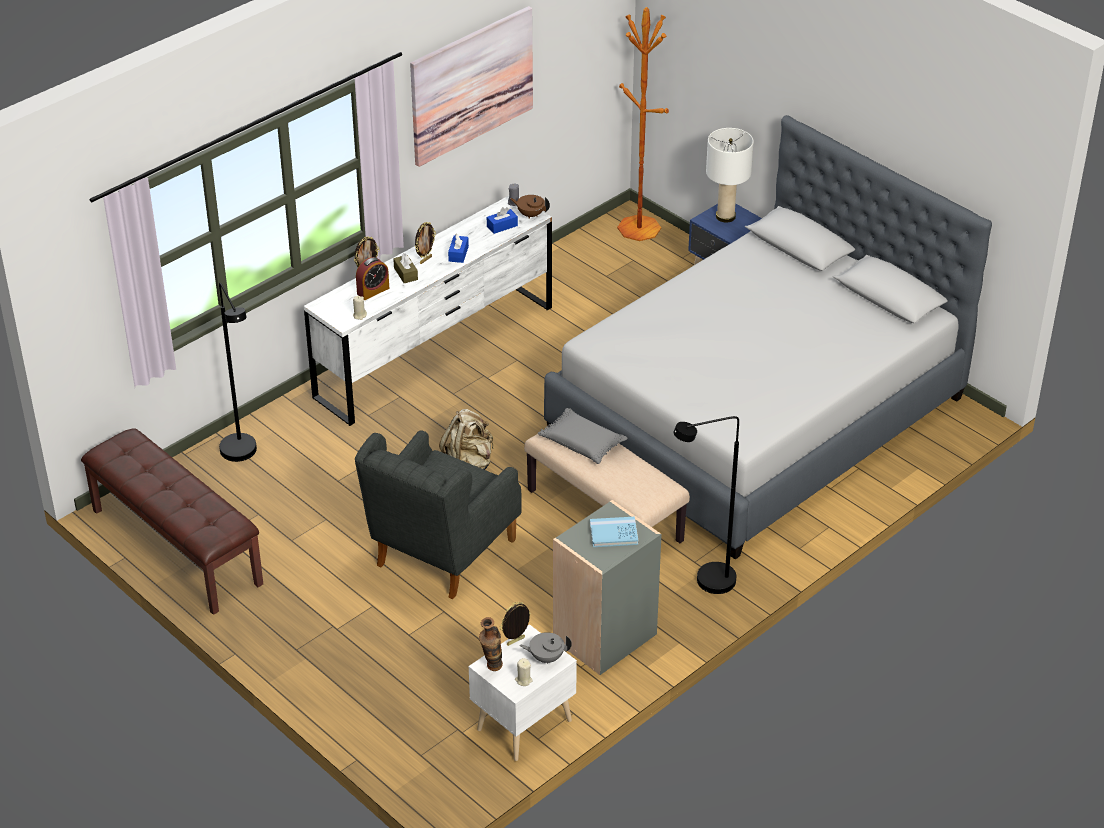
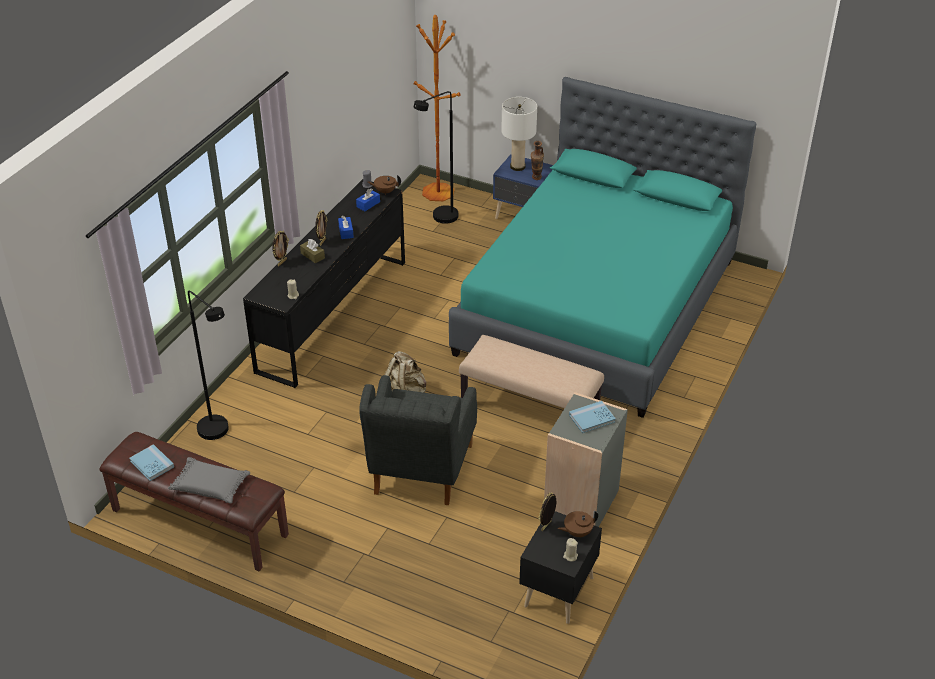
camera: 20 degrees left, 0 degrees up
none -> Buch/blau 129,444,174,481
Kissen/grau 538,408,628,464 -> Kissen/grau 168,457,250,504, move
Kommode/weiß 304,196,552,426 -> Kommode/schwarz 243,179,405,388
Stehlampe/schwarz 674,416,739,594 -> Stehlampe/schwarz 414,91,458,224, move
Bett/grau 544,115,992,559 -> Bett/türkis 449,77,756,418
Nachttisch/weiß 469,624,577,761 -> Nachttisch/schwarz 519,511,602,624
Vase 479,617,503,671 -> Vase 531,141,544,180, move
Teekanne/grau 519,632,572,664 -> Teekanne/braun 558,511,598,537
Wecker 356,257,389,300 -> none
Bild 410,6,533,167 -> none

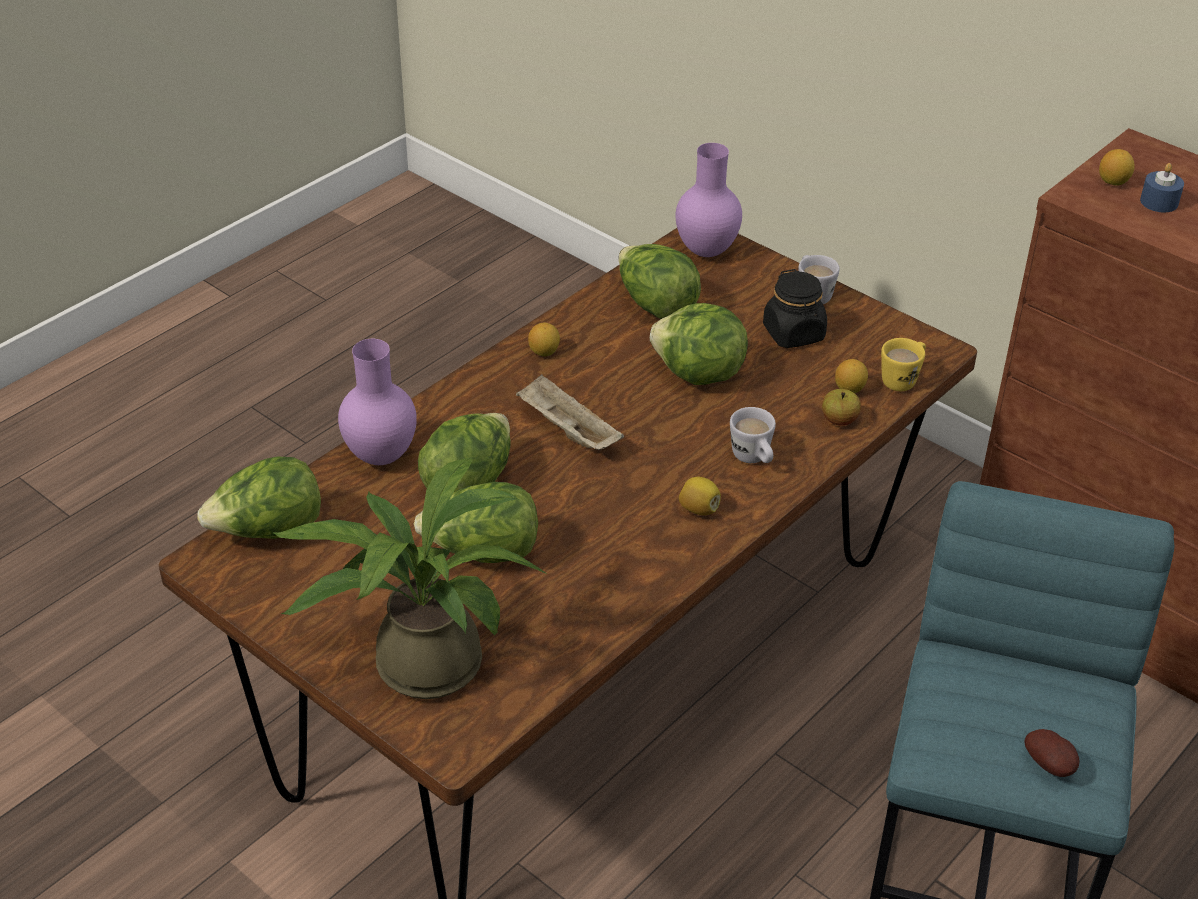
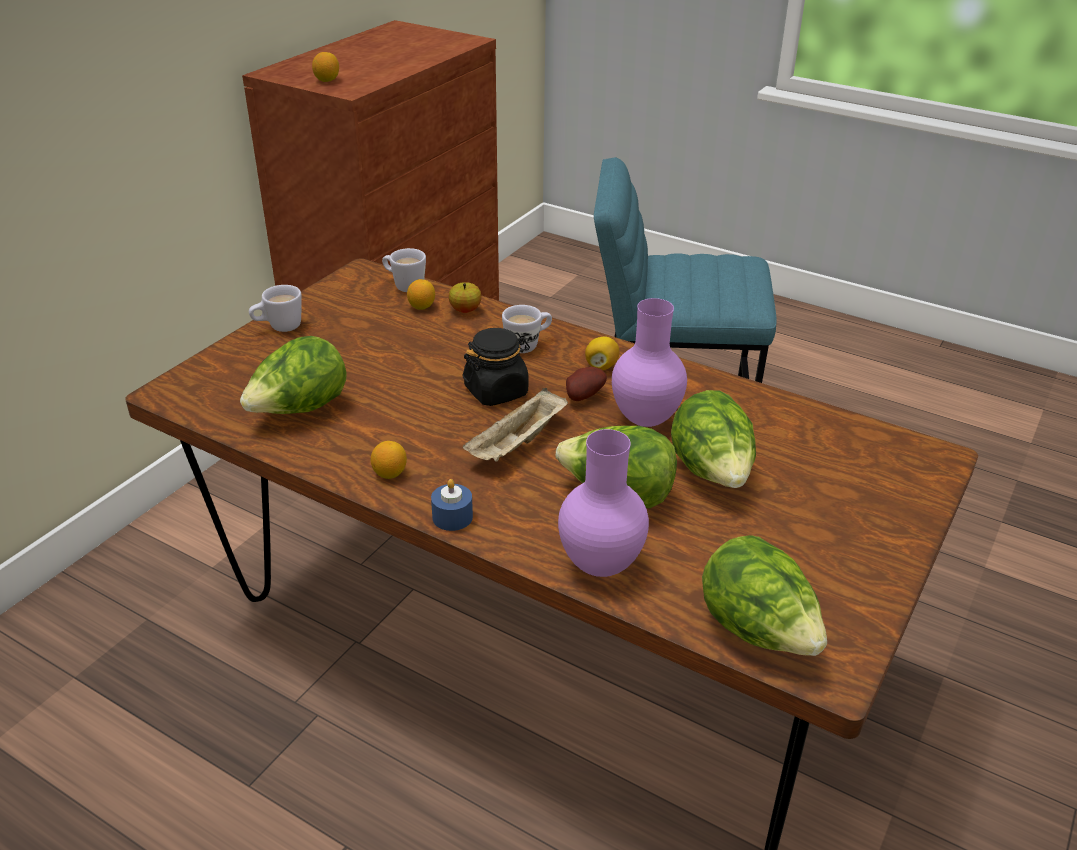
camera: 100 degrees left, 5 degrees down
Henkelbecher/gelb 881,338,926,391 -> Henkelbecher/weiß 382,248,426,292
Kerze/blau 1140,163,1184,212 -> Kerze/blau 431,479,473,531, move
Vorratsglas/schwarz 763,269,827,348 -> Vorratsglas/schwarz 463,328,530,406, move
Kartoffel 1025,729,1079,777 -> Kartoffel 566,367,607,401, move
Vase/lila 676,143,742,257 -> Vase/lila 612,298,687,427, move
Topfpflanze 273,457,548,699 -> none
Salatkopf 650,303,748,385 -> none

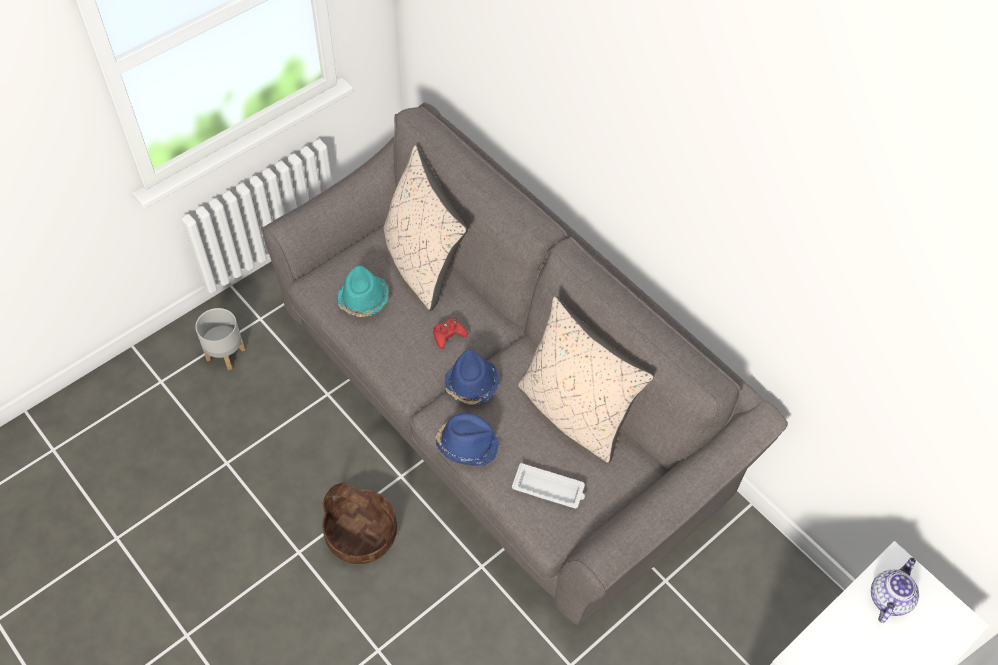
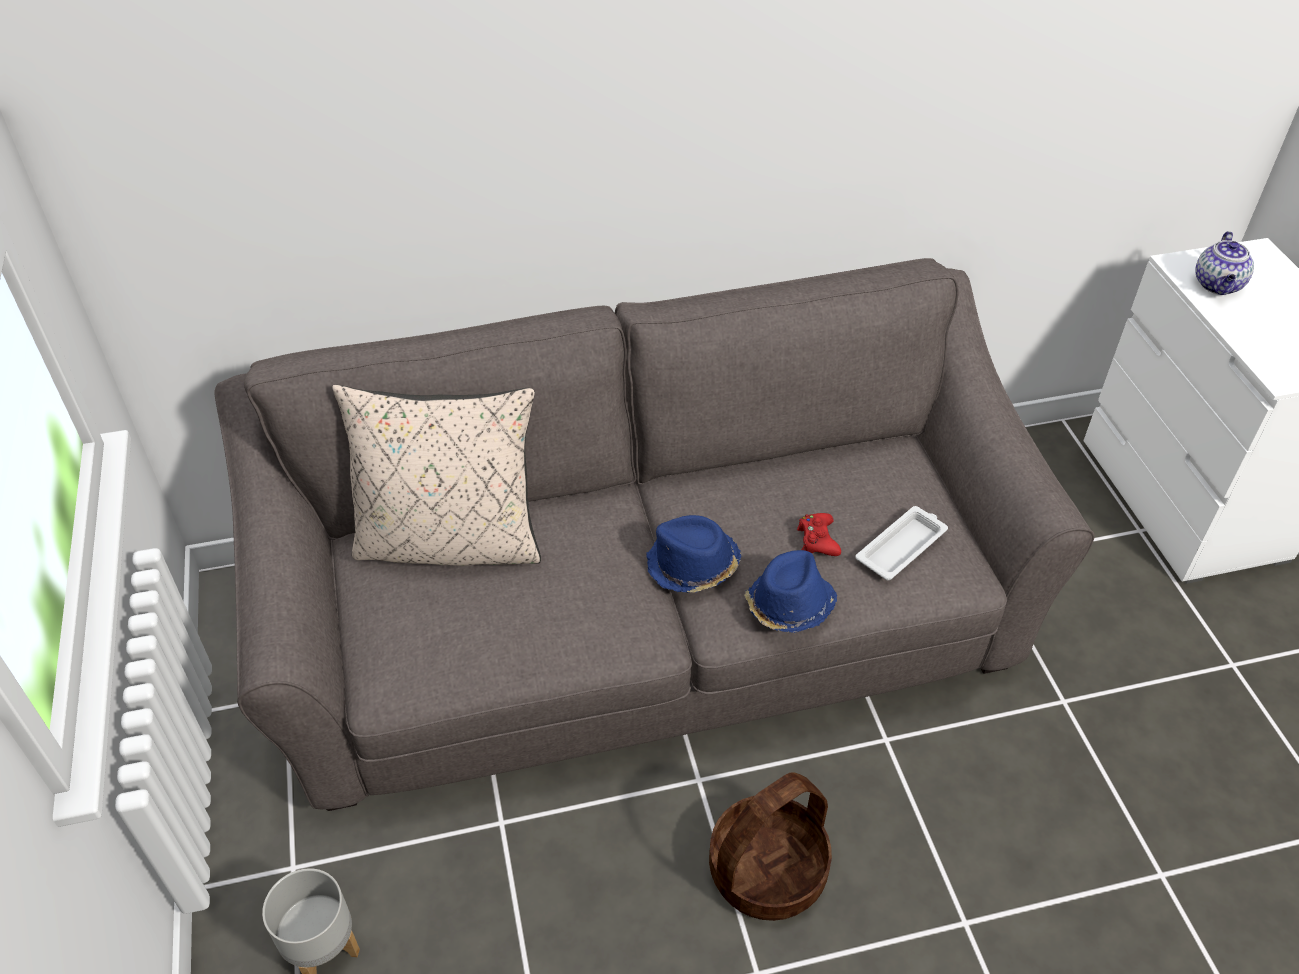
camera: 60 degrees left, 10 degrees down
Gamepad/rot 433,318,468,349 -> Gamepad/rot 797,513,841,556, move
Teekanne 871,557,919,623 -> Teekanne 1195,231,1254,295, 135 degrees counterclockwise
Hut/türkis 338,266,389,317 -> none
Kissen/beige 518,297,654,463 -> none

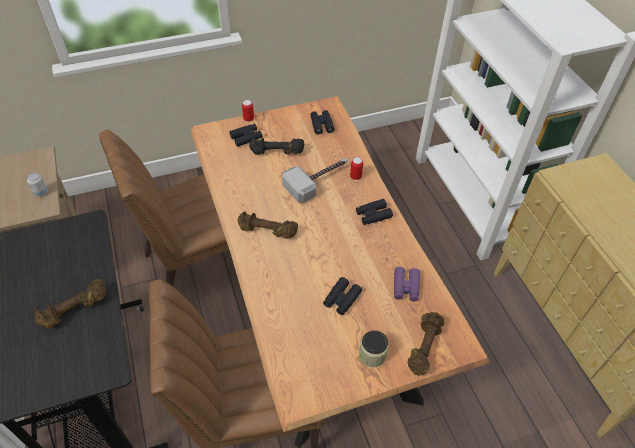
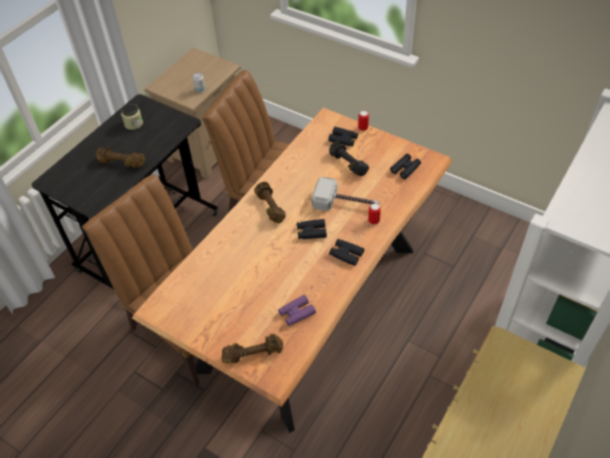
camera: 55 degrees right, 0 degrees up
Vorratsglas 359,330,389,367 -> Vorratsglas 121,103,143,130, move
Fernglas/schwarz 323,277,362,315 -> Fernglas/schwarz 297,219,327,239, move

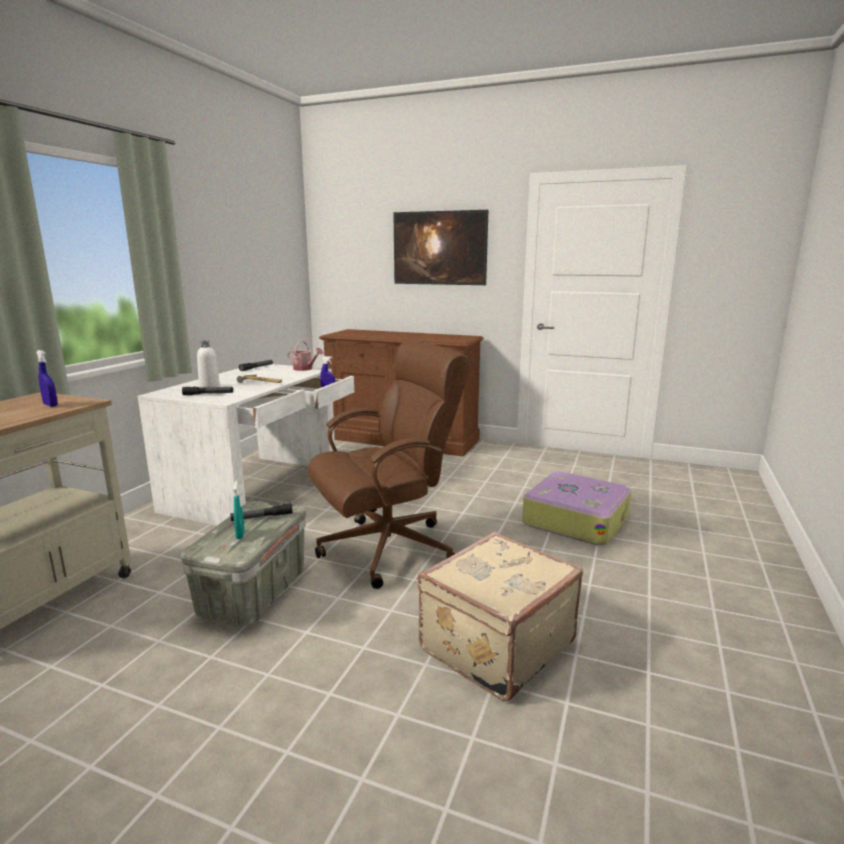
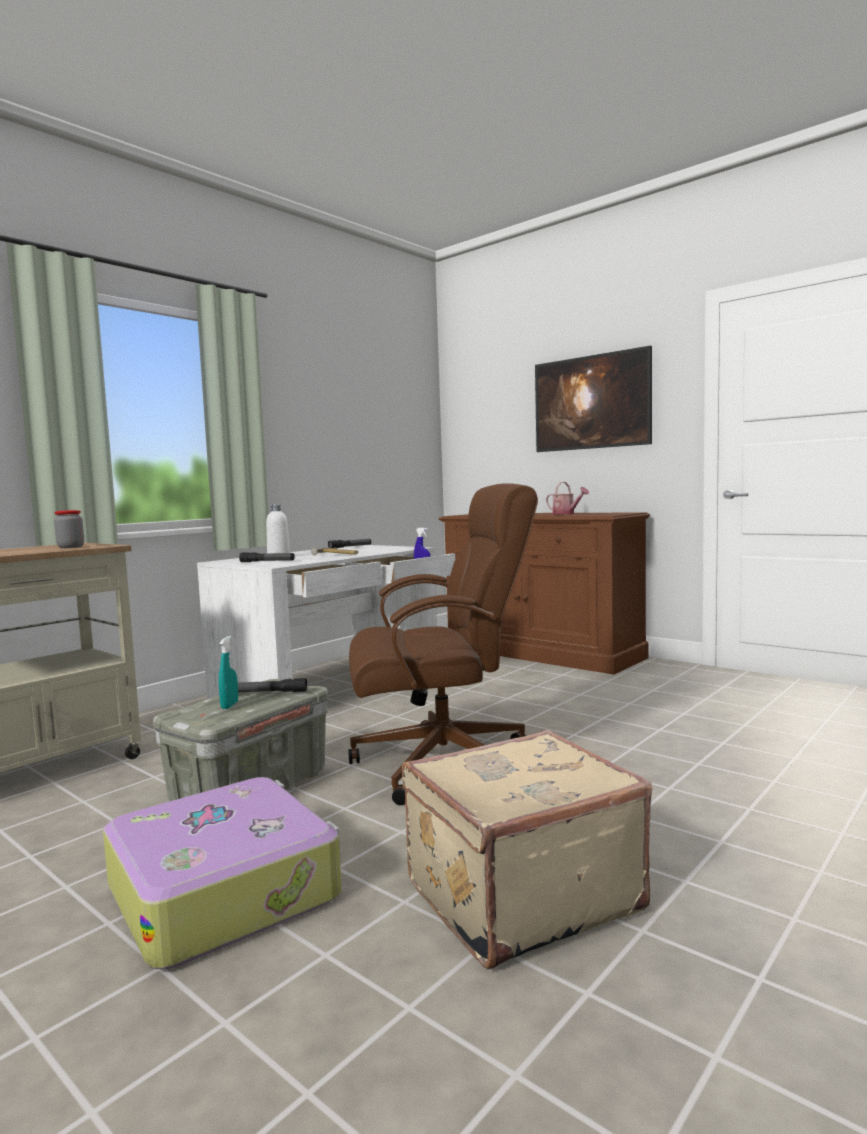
camera: 20 degrees right, 10 degrees down
Sprühflasche/blau 36,350,58,407 -> Vorratsglas 54,510,84,548
Koffer 522,471,632,546 -> Koffer 103,777,342,969, move
Gießkanne 287,341,324,371 -> Gießkanne 546,482,589,515, move

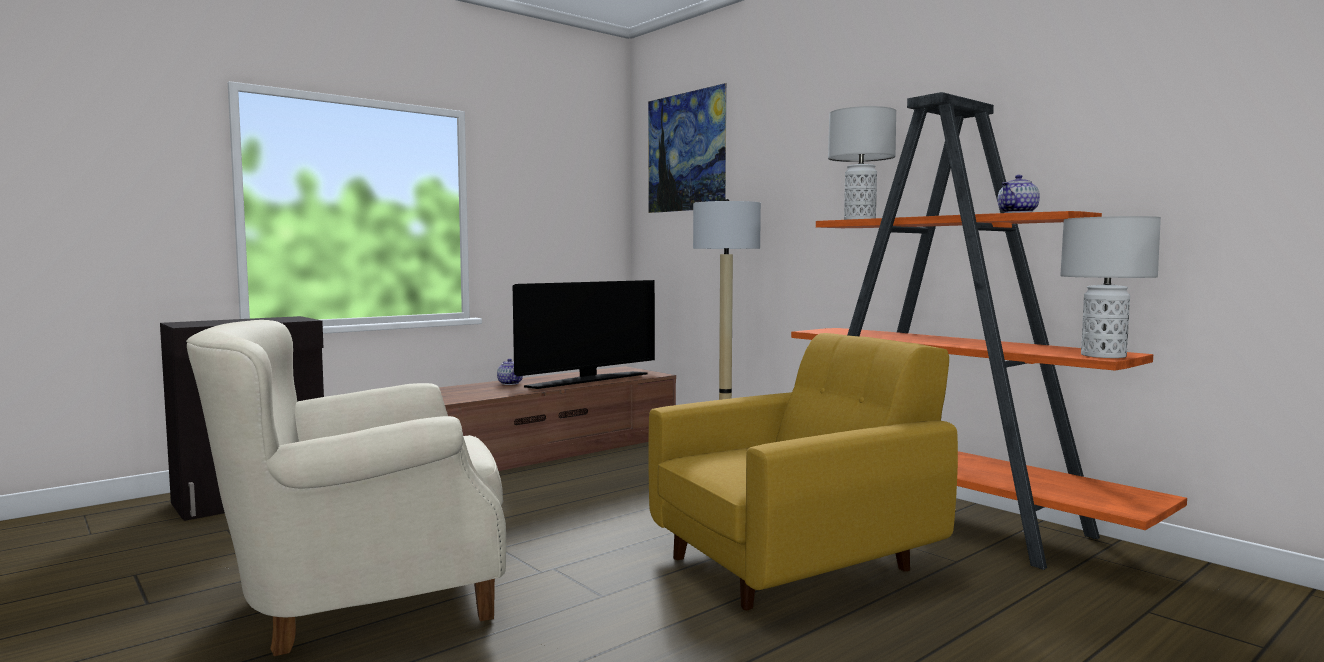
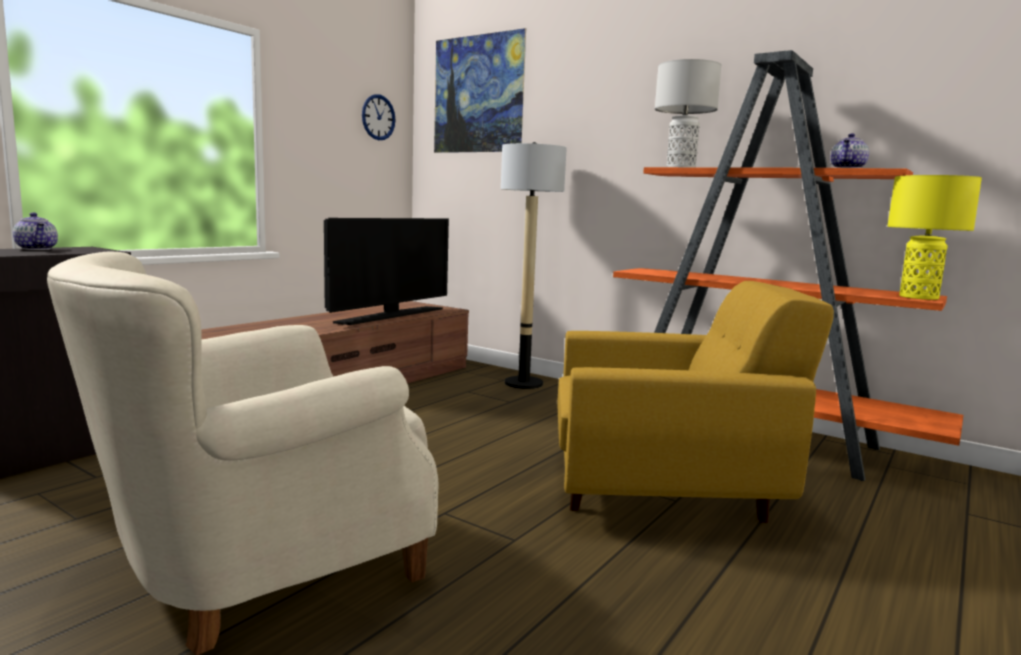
camera: 15 degrees left, 5 degrees up
Teekanne 497,359,523,385 -> Teekanne 13,212,58,250, move
none -> Wanduhr 362,94,395,140
Sessel/gelb 648,333,958,610 -> Sessel/gelb 557,281,834,523, 45 degrees clockwise
Tischlampe/weiß 1060,216,1161,358 -> Tischlampe/gelb 887,175,982,300

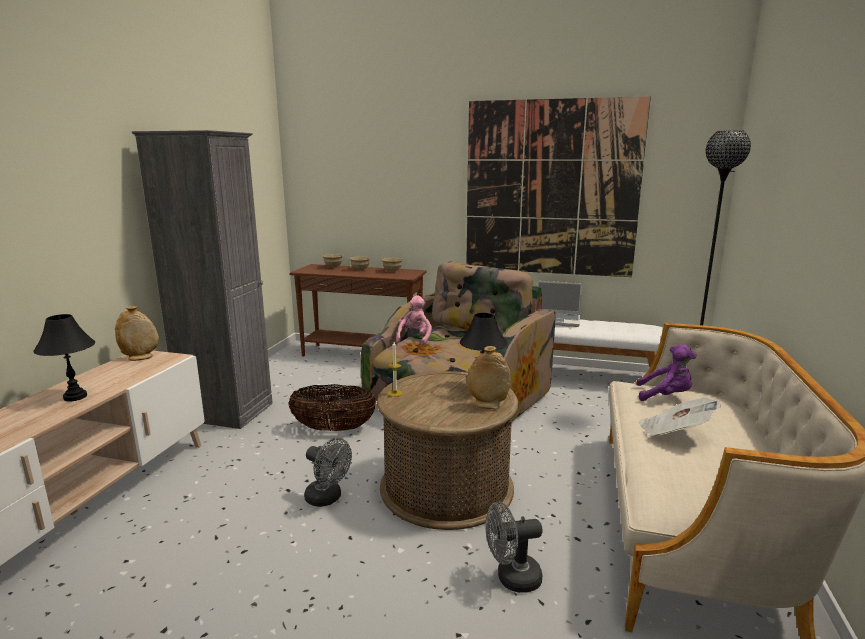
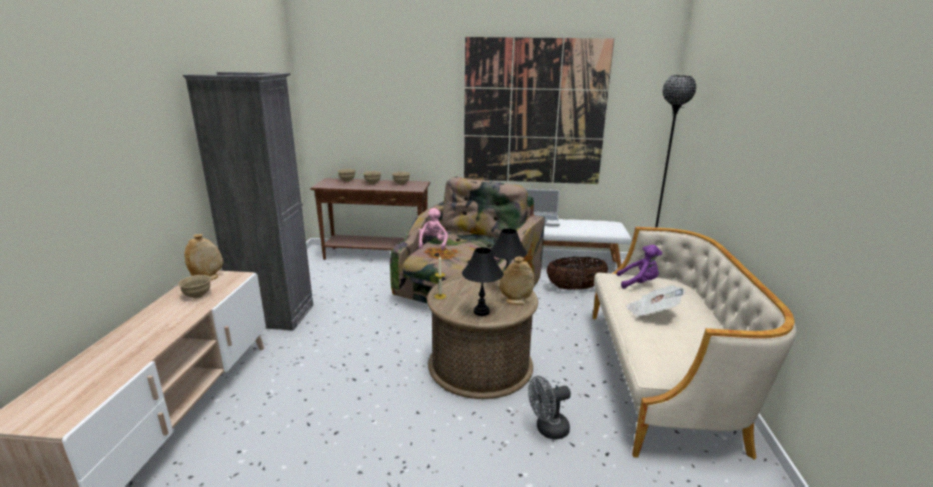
camera: 10 degrees left, 5 degrees up
none -> Schüssel/beige 178,275,211,298
Tischlampe/schwarz 33,314,95,402 -> Tischlampe/schwarz 462,247,504,316, move
Korb 288,384,376,431 -> Korb 546,257,608,290, move
Ventilator/grau 304,438,352,507 -> none

